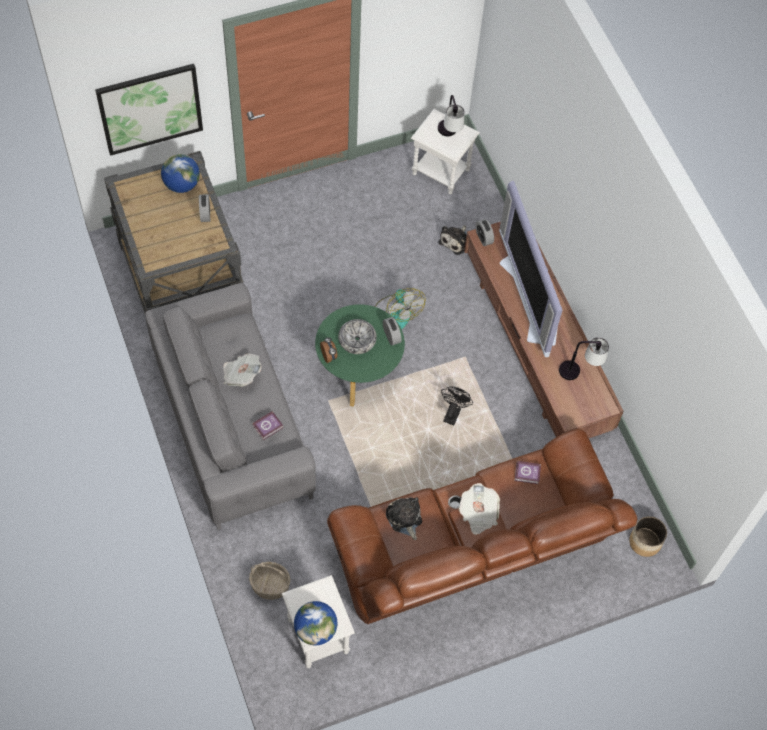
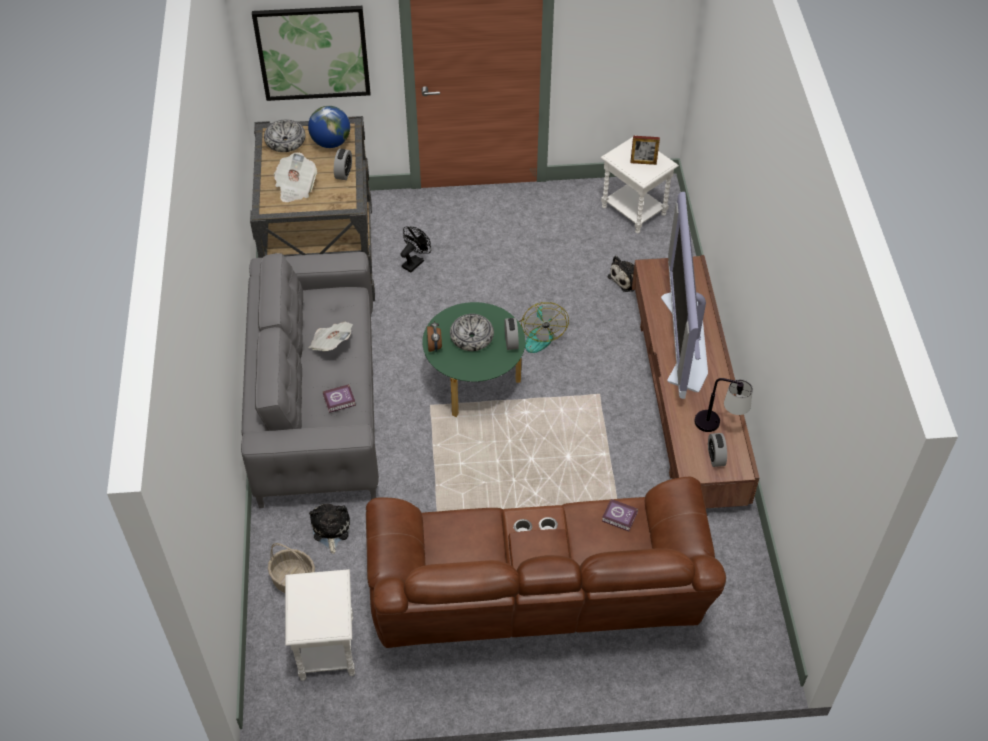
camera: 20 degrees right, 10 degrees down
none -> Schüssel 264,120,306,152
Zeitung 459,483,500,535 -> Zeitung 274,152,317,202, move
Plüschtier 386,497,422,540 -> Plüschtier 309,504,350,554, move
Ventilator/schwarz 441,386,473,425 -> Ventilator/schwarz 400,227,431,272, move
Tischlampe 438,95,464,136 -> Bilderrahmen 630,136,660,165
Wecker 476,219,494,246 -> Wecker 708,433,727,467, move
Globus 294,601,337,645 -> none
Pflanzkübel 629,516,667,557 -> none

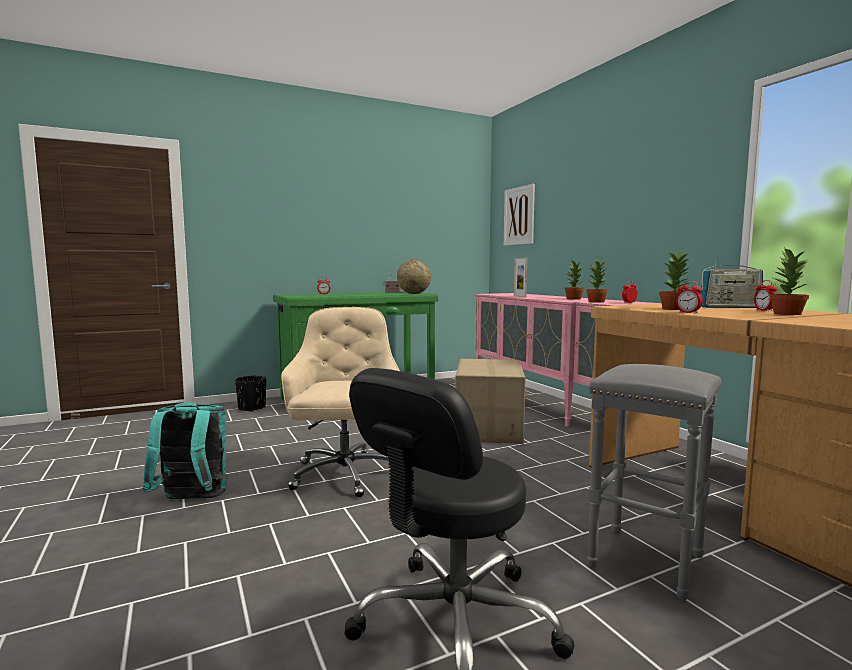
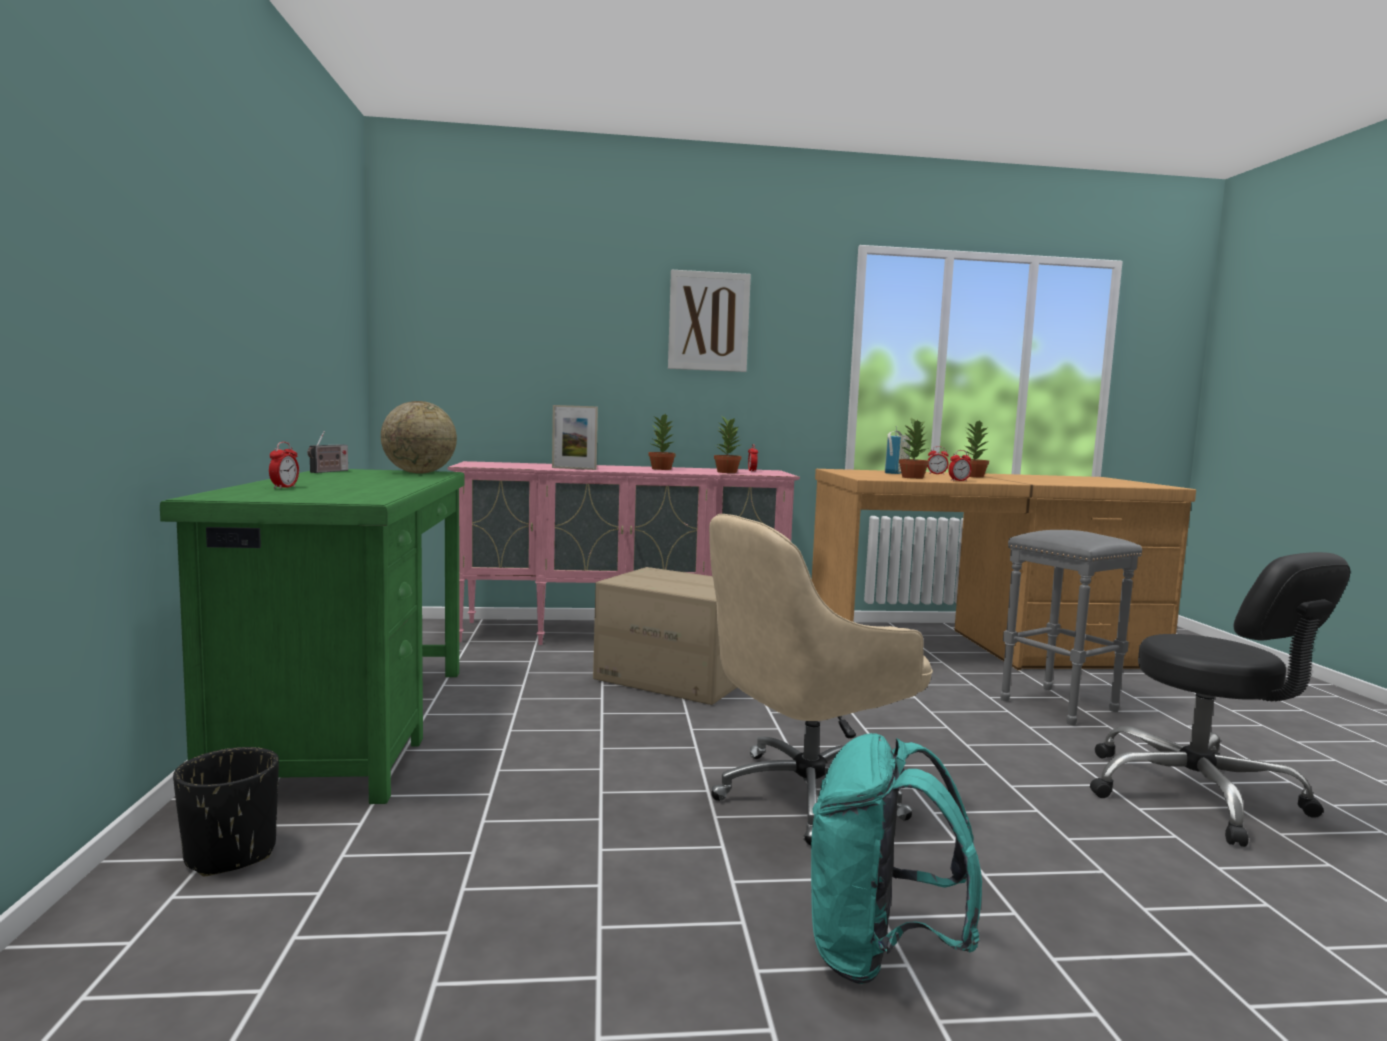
camera: 70 degrees left, 0 degrees up
Bild 504,184,535,246 -> Bild 668,269,751,372, move
Bürostuhl/beige 281,307,400,497 -> Bürostuhl/beige 709,514,933,845, 45 degrees counterclockwise

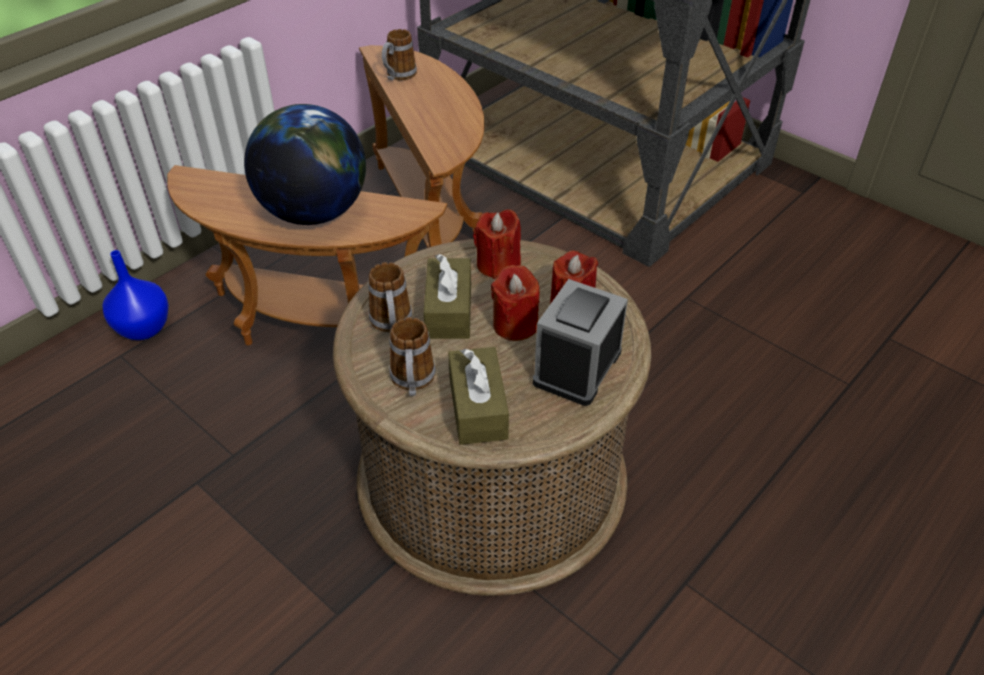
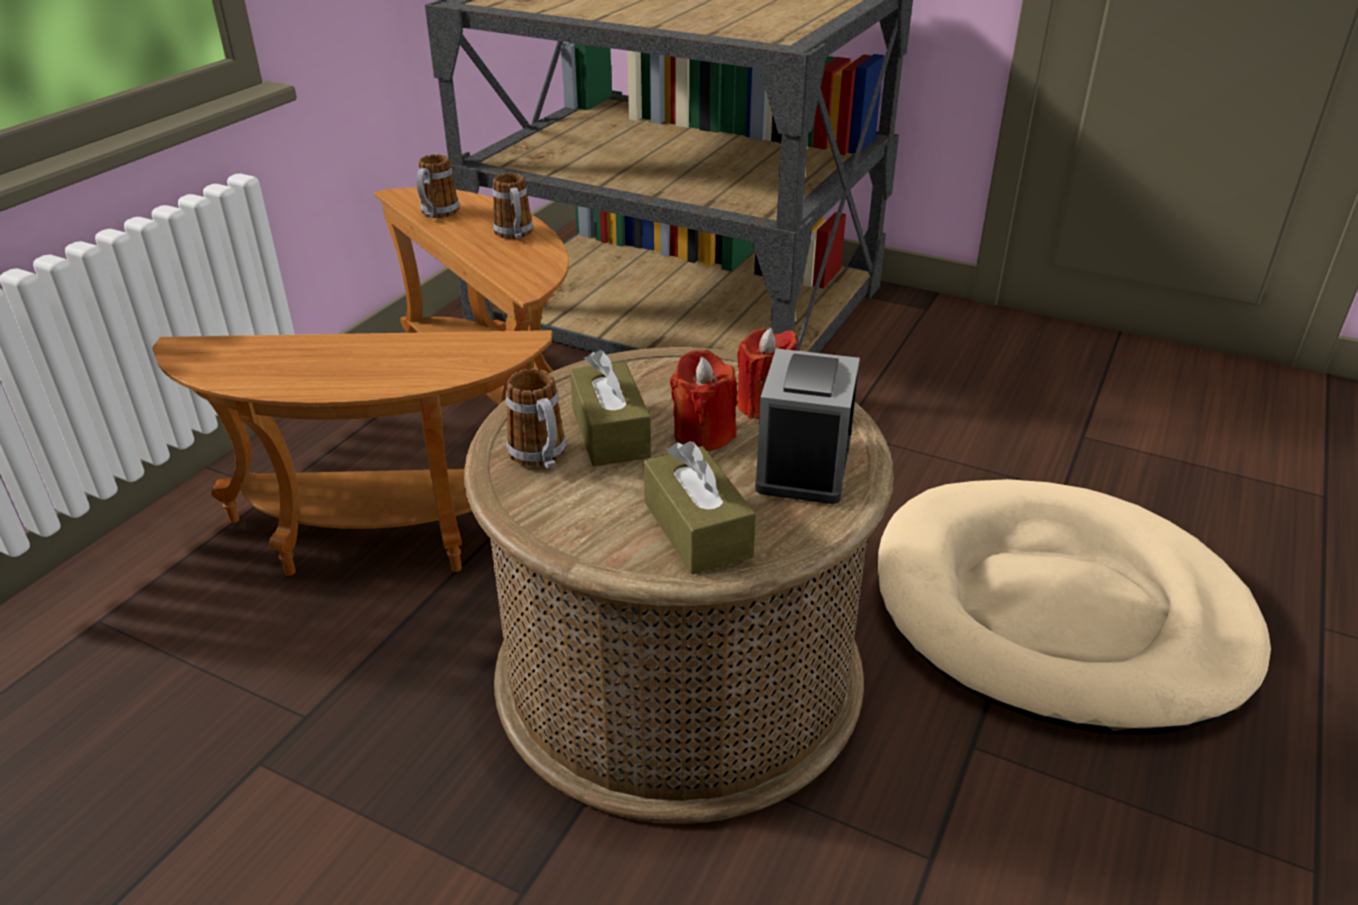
camera: 15 degrees left, 10 degrees down
Henkelbecher 389,317,436,396 -> Henkelbecher 493,173,533,239, move
none -> Hundebett/beige 878,479,1271,735
Vase/blau 102,250,169,340 -> none
Globus 244,104,366,225 -> none
Kerze/rot 473,209,521,279 -> none

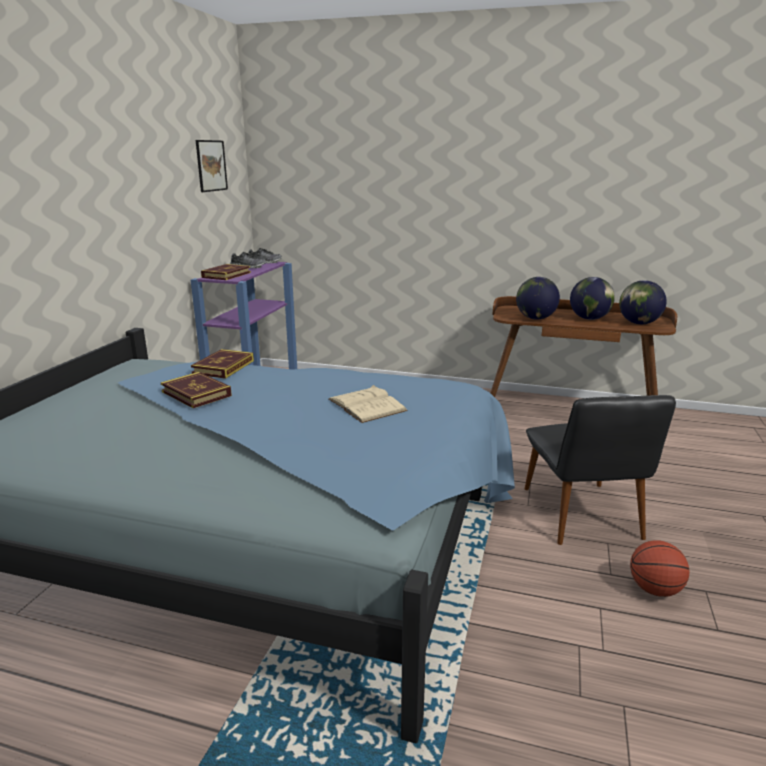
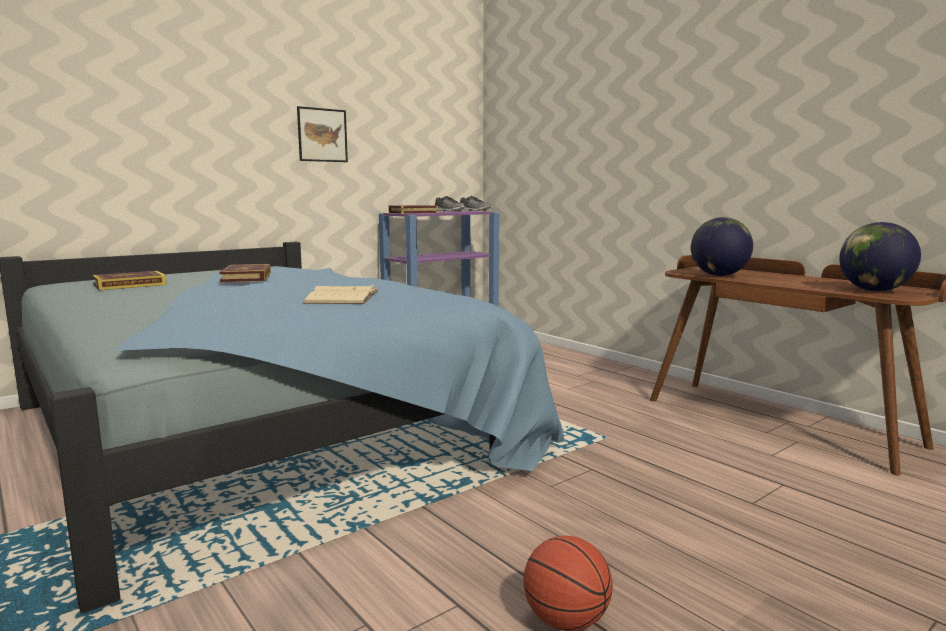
camera: 35 degrees right, 10 degrees down
Buch 191,349,254,379 -> Buch 92,271,167,290, move
Bild 196,140,228,192 -> Bild 297,106,348,162, move
Stuhl/schwarz 525,395,676,545 -> none
Globus 570,277,615,320 -> none

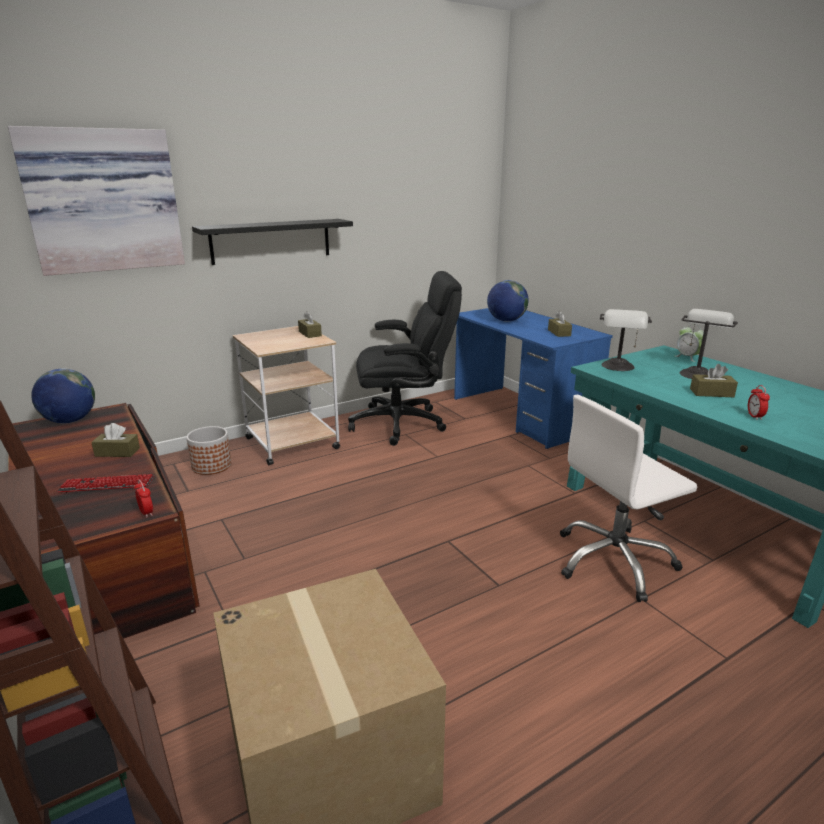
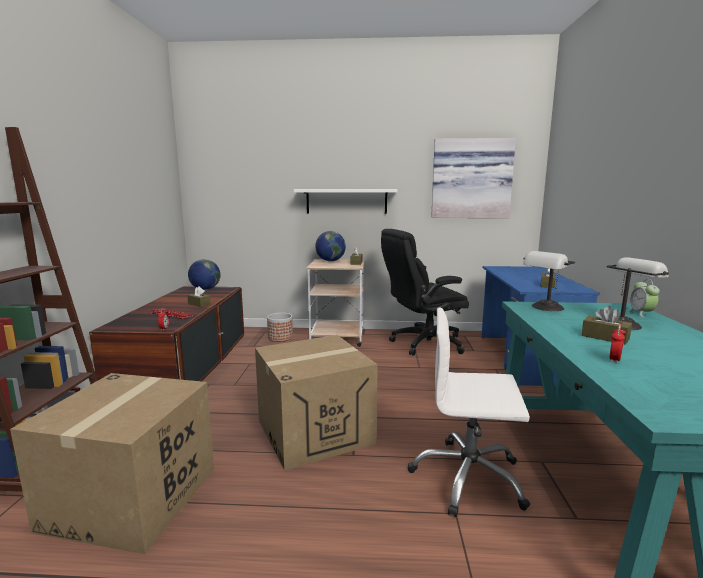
camera: 35 degrees right, 10 degrees down
none -> Karton 255,335,378,471
Wandregal/schwarz 192,219,353,265 -> Wandregal/weiß 294,189,397,214
Globus 487,280,529,322 -> Globus 315,231,346,261, move
Bürostuhl/schwarz 348,271,462,446 -> Bürostuhl/schwarz 381,229,469,356, 135 degrees clockwise
Bild 8,126,185,276 -> Bild 431,138,516,218, move

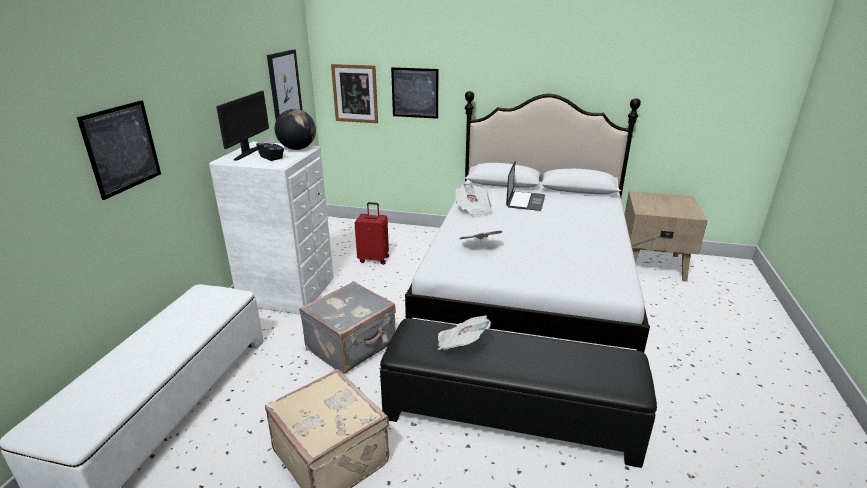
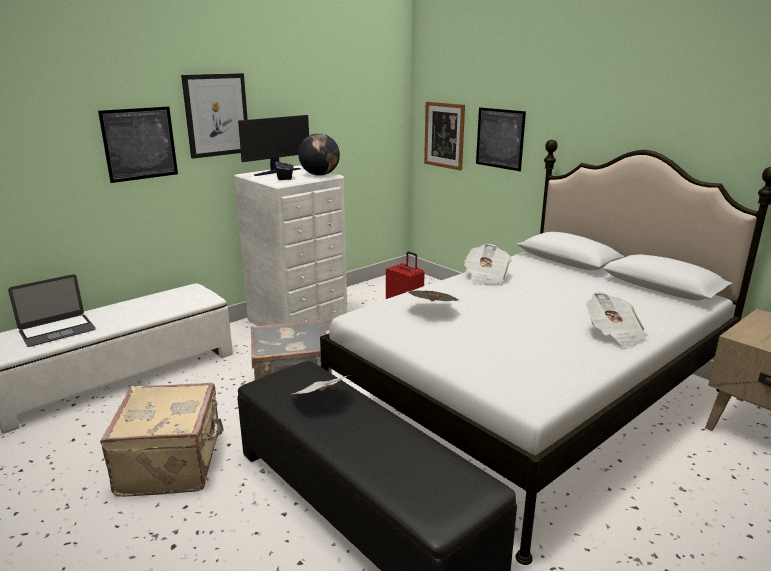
camera: 35 degrees right, 5 degrees down
Laptop 506,162,545,211 -> Laptop 8,274,96,347, move
Bild 267,49,302,119 -> Bild 181,73,248,159, move
none -> Zeitung 586,292,647,349

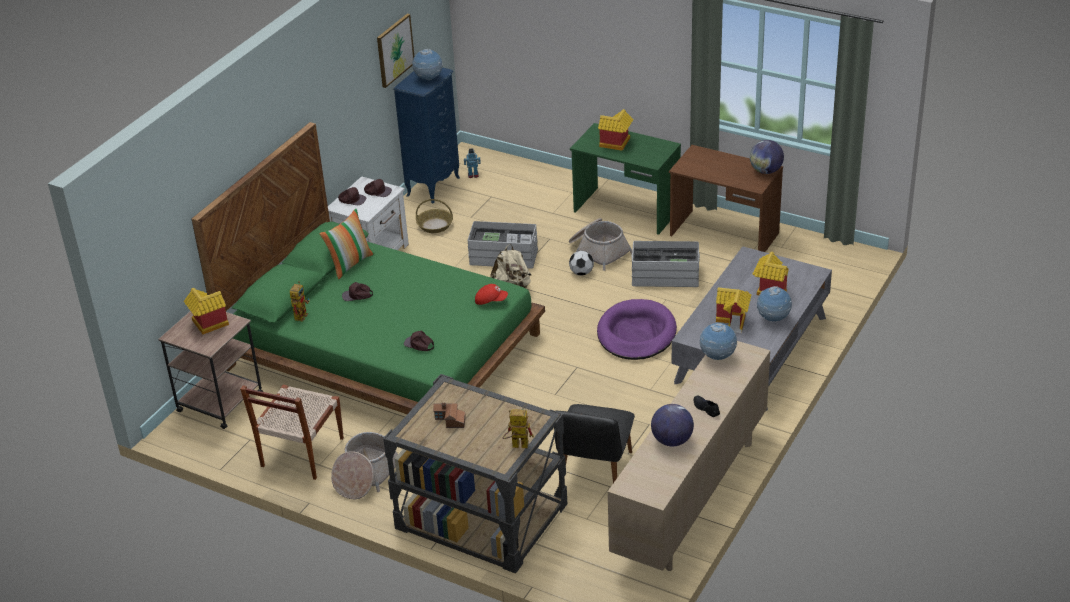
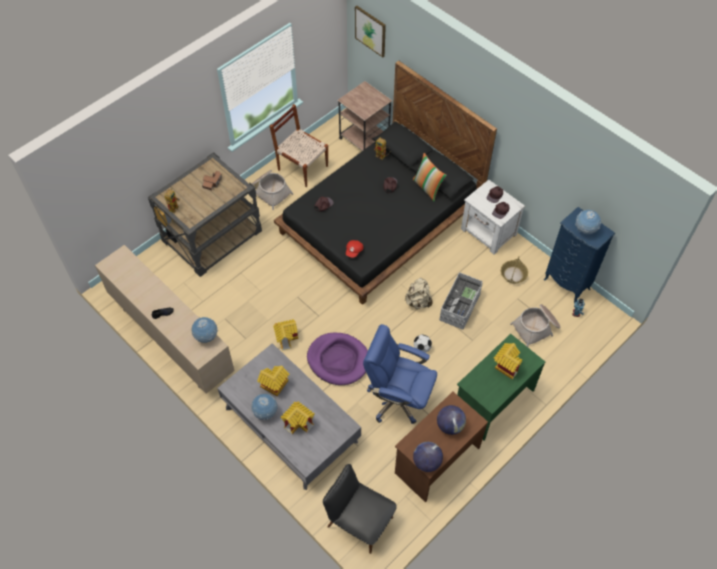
camera: 105 degrees right, 20 degrees up
Spielzeughaus 183,288,229,335 -> Spielzeughaus 273,319,298,351, move
Bett/grün 191,122,545,414 -> Bett/schwarz 274,61,497,305
Stuhl/schwarz 554,404,635,483 -> Stuhl/schwarz 323,464,397,554, move
Bild 377,14,415,88 -> Bild 355,5,386,57, move
Aufbewahrungsbox/grau 632,241,700,287 -> Bürostuhl/blau 363,324,437,424
Globus 651,404,694,446 -> Globus 437,405,466,435, move
Korb 569,218,632,271 -> Korb 510,304,560,347, move

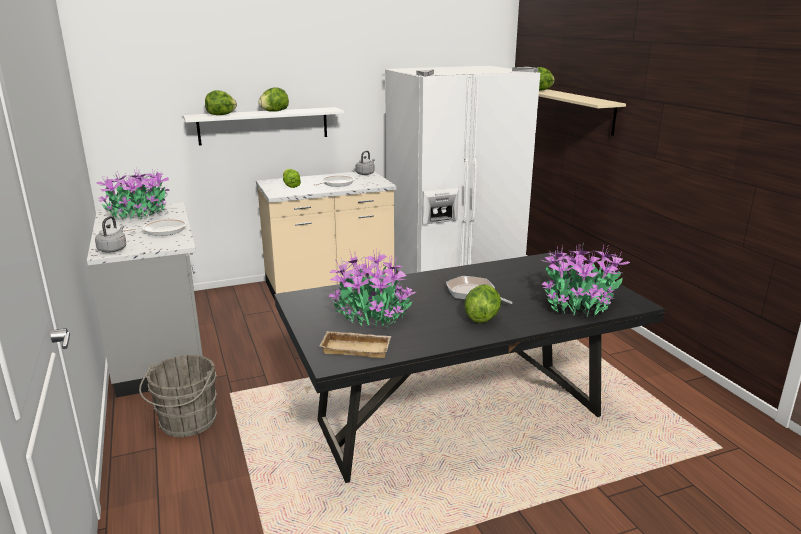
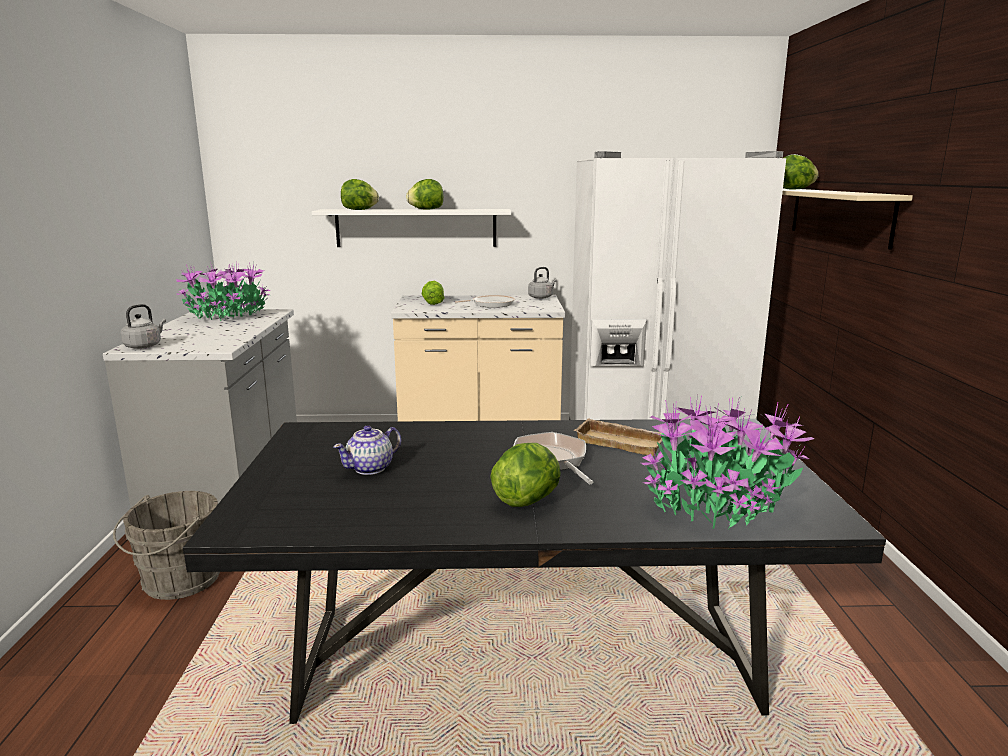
camera: 20 degrees right, 5 degrees down
Topfpflanze 329,249,416,328 -> Teekanne 333,425,401,475
Tablett/beige 319,331,391,358 -> Tablett/beige 573,418,662,456, move
Pfanne 123,219,187,236 -> none

